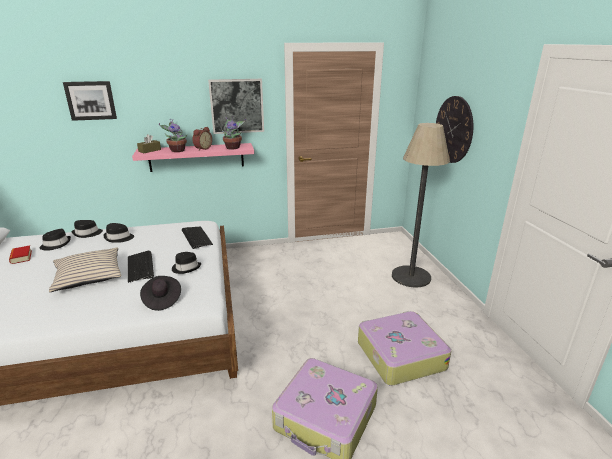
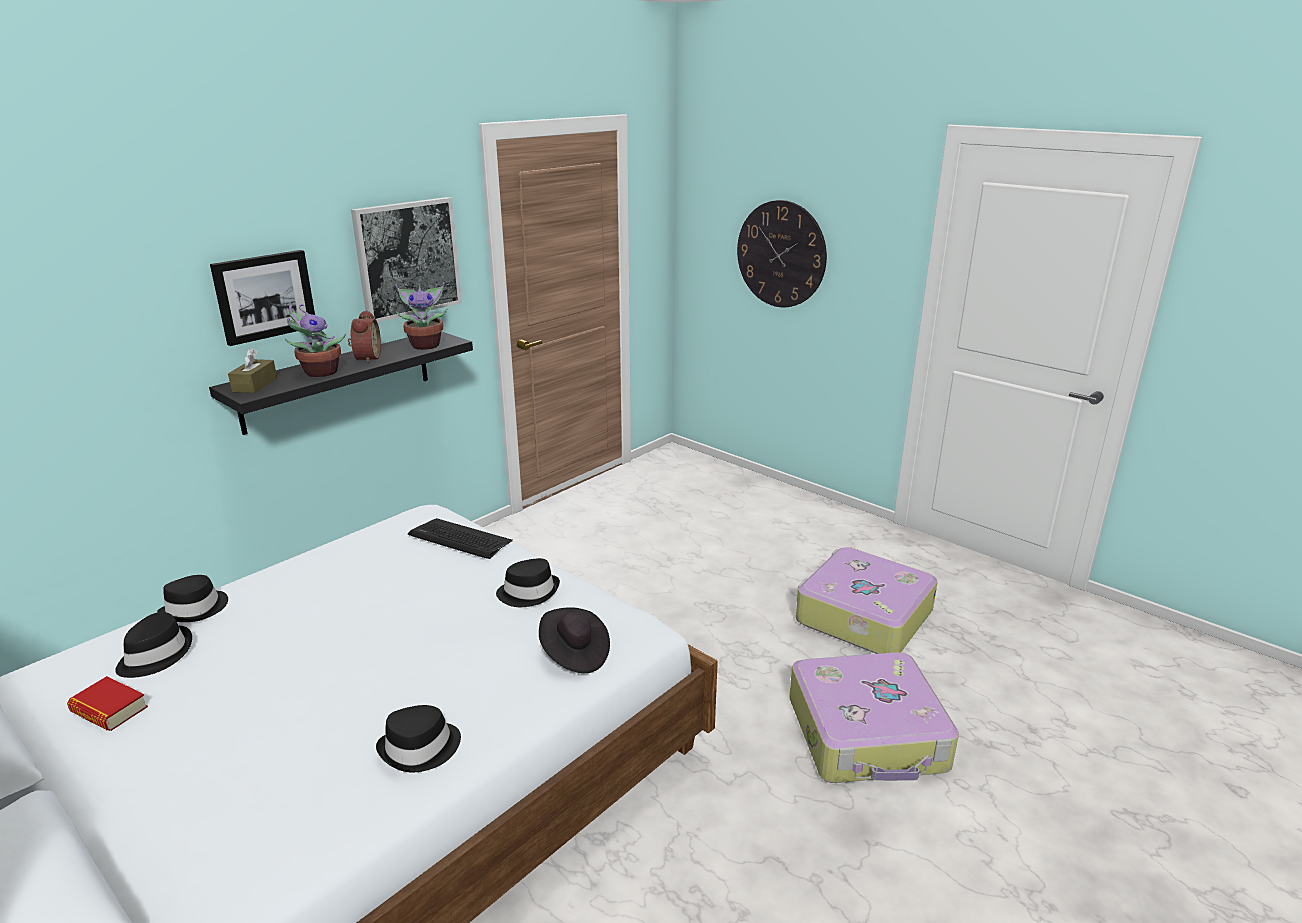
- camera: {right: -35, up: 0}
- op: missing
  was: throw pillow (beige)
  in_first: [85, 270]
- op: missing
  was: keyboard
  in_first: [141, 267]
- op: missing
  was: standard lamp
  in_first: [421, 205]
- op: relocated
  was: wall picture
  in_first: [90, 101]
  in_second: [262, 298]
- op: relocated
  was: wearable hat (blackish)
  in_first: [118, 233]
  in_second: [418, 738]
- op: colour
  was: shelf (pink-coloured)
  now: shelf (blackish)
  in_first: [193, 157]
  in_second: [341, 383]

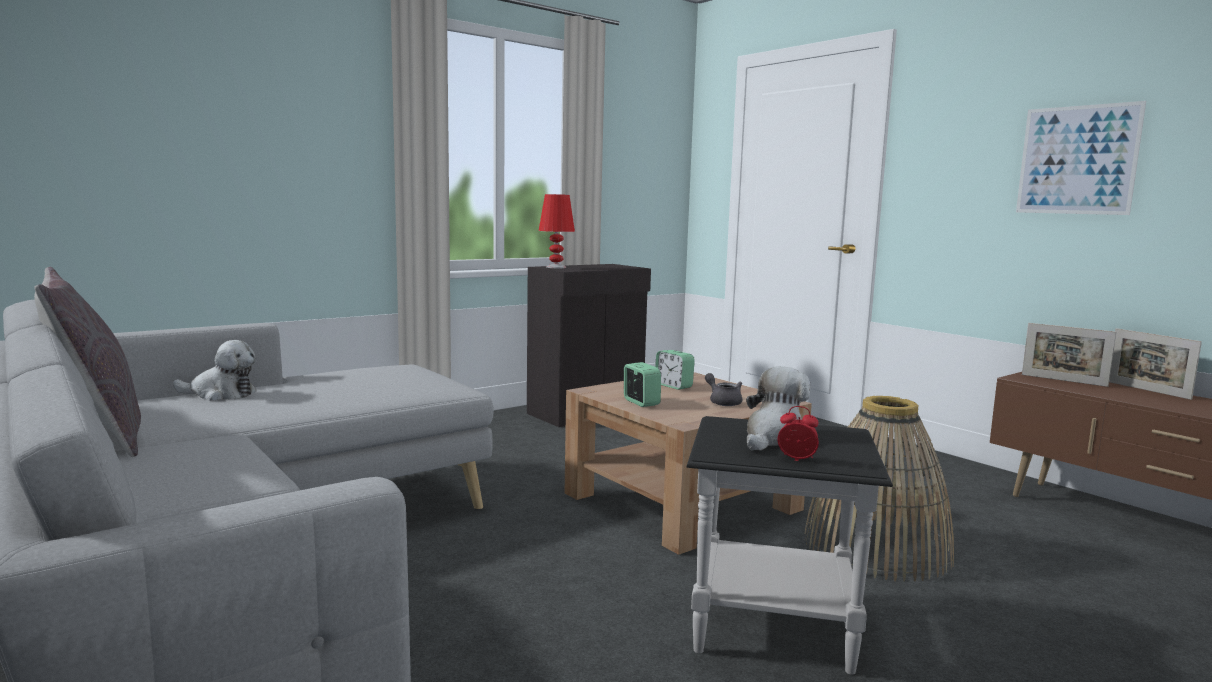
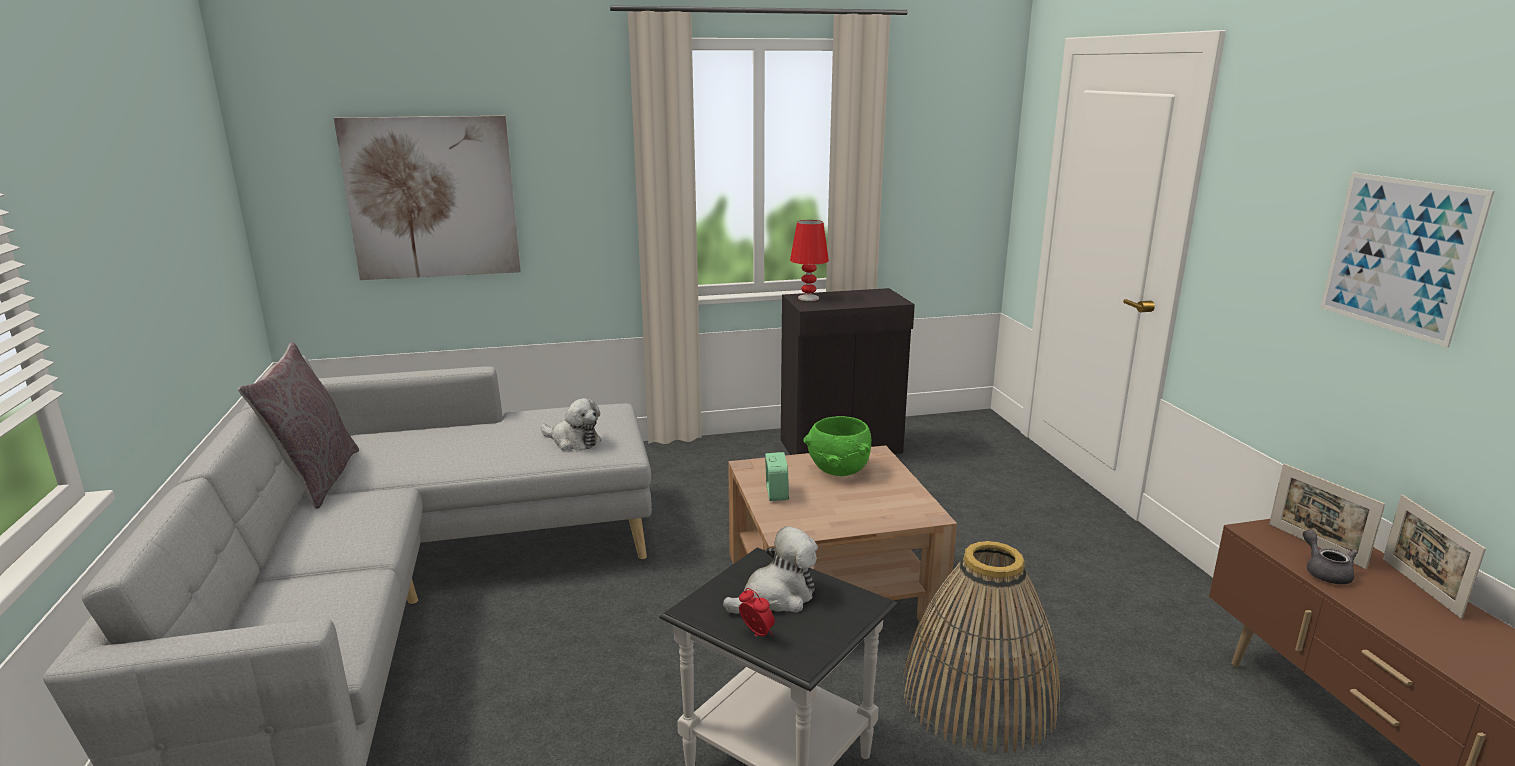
- camera: {right: 25, up: 10}
- op: appeared
  now: wall picture
  in_second: [427, 198]
- op: relocated
  was: cuddly toy
  in_first: [214, 370]
  in_second: [571, 424]
- op: relocated
  was: tea pot (grey)
  in_first: [723, 389]
  in_second: [1330, 557]
- op: exchanged
  was: alarm clock
  now: bowl (green-coloured)
  in_first: [675, 370]
  in_second: [837, 446]

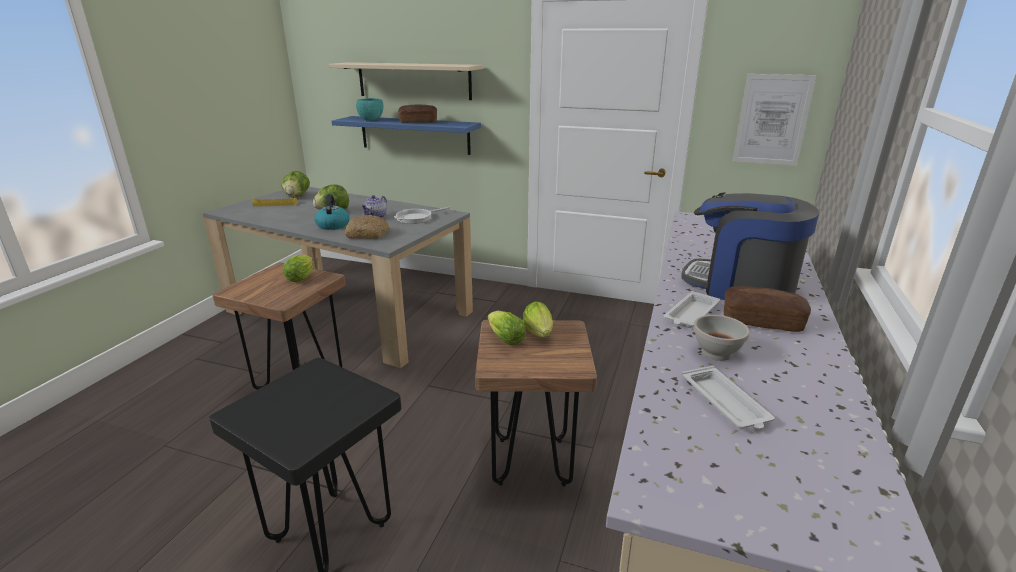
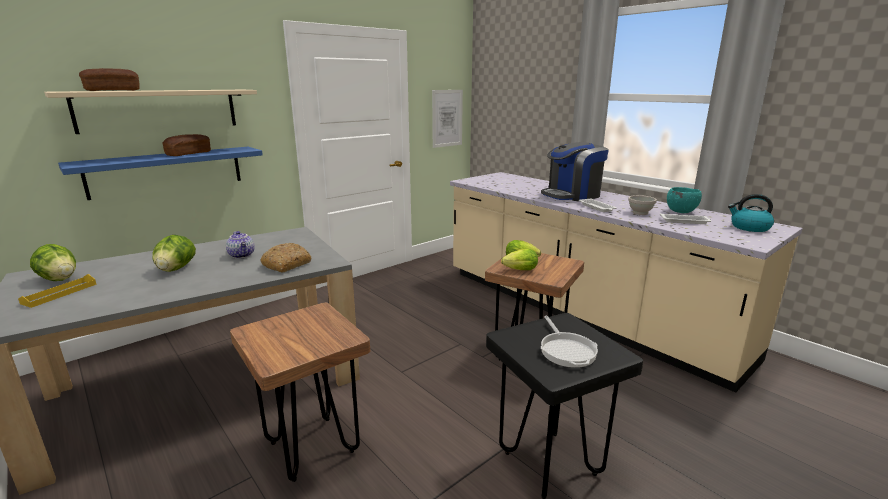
- camera: {right: -60, up: -5}
- op: missing
  was: head of lettuce
  in_first: [298, 268]
- op: relocated
  was: water kettle
  in_first: [332, 212]
  in_second: [751, 213]
- op: relocated
  was: bowl (turquoise-coloured)
  in_first: [369, 109]
  in_second: [684, 200]
- op: relocated
  was: skillet
  in_first: [422, 215]
  in_second: [569, 342]
- op: relocated
  was: bakery bread
  in_first: [767, 309]
  in_second: [109, 79]

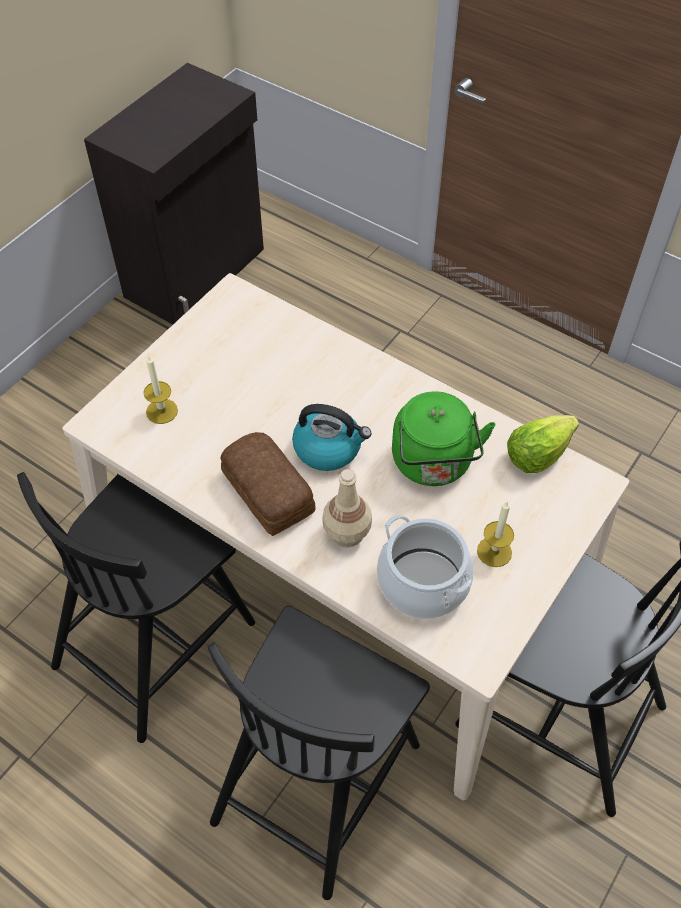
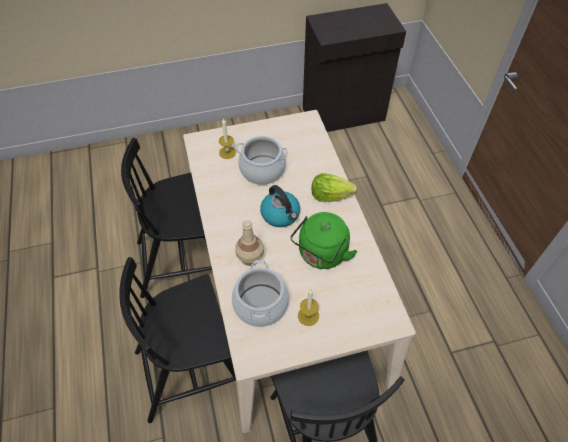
- camera: {right: 40, up: 0}
- op: missing
  was: bakery bread
  in_first: [268, 484]
- op: appeared
  now: stockpot
  in_second: [261, 160]
- op: relocated
  was: head of lettuce
  in_first: [543, 444]
  in_second: [334, 187]

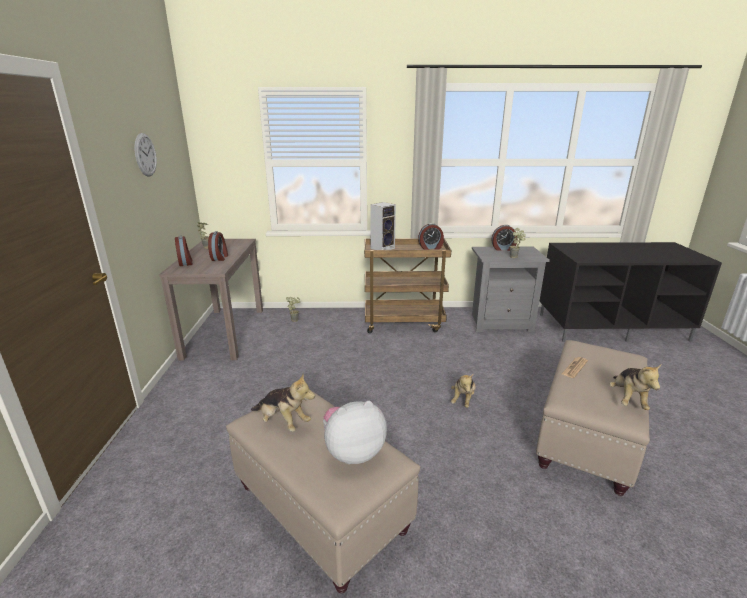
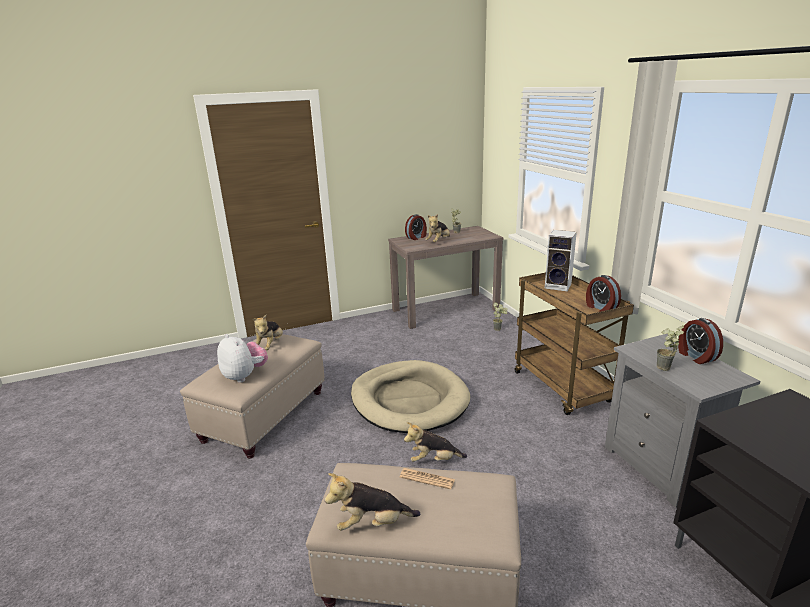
- camera: {right: 70, up: 0}
- op: missing
  was: hanging clock
  in_first: [146, 155]
- op: appeared
  now: dog cushion (beige)
  in_second: [410, 396]
- op: exchanged
  was: alarm clock
  now: cuddly toy
  in_first: [218, 246]
  in_second: [437, 228]

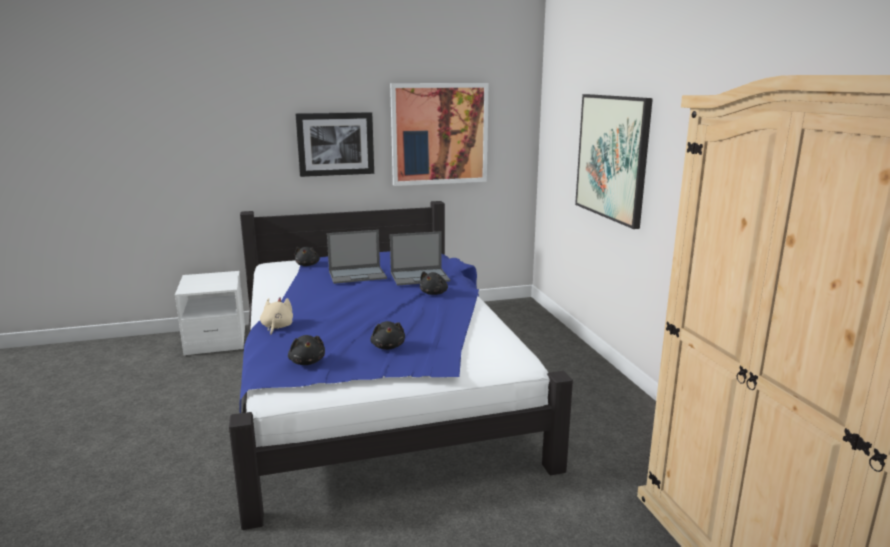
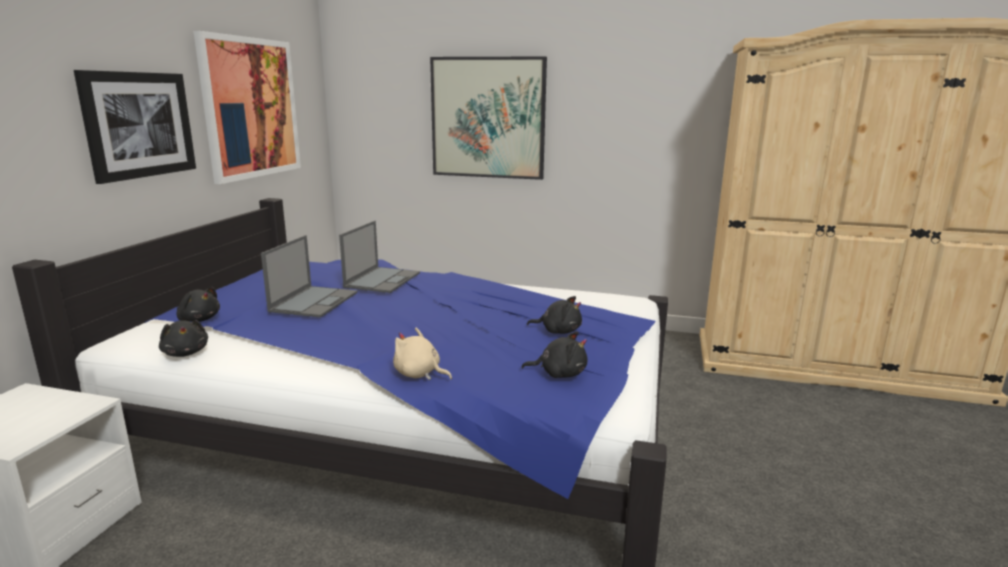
- camera: {right: -60, up: 0}
- op: relocated
  was: cuddly toy (blackish)
  in_first: [434, 283]
  in_second: [183, 338]

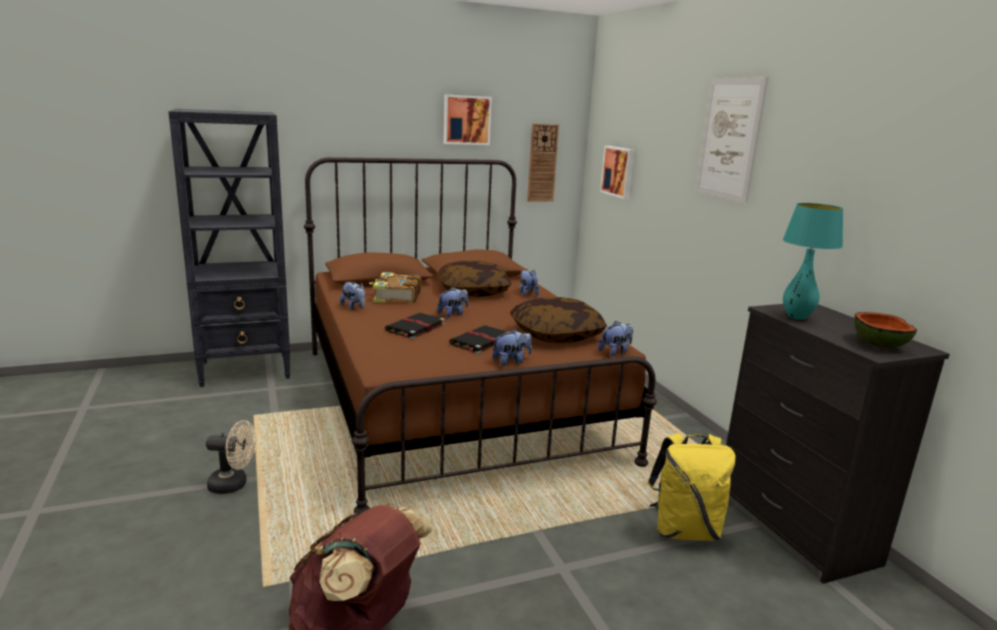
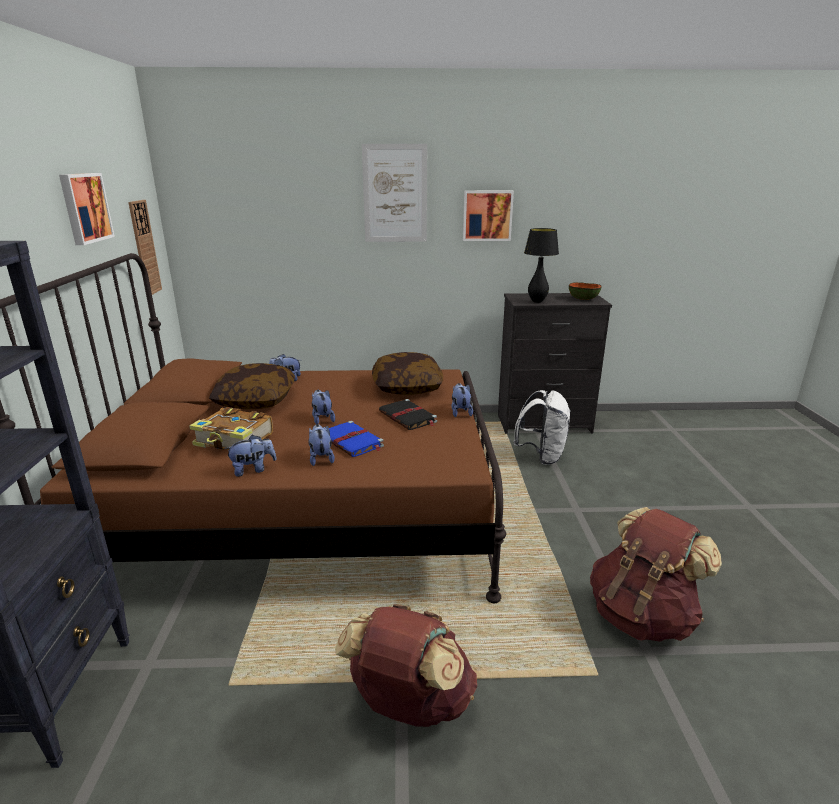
- camera: {right: -70, up: 5}
- op: relocated
  was: cuddly toy
  in_first: [615, 338]
  in_second: [322, 445]
- op: relocated
  was: wall picture
  in_first: [617, 172]
  in_second: [488, 216]
- op: exchanged
  was: fan (beige)
  now: knapsack (brown-coloured)
  in_first: [231, 457]
  in_second: [406, 665]
- op: colour
  was: book (blackish)
  now: book (blue-coloured)
  in_first: [415, 326]
  in_second: [356, 439]
- op: colour
  was: knapsack (yellow)
  now: knapsack (white-coloured)
  in_first: [691, 487]
  in_second: [542, 427]
- op: colour
  was: table lamp (turquoise-coloured)
  now: table lamp (blackish)
  in_first: [813, 261]
  in_second: [541, 265]

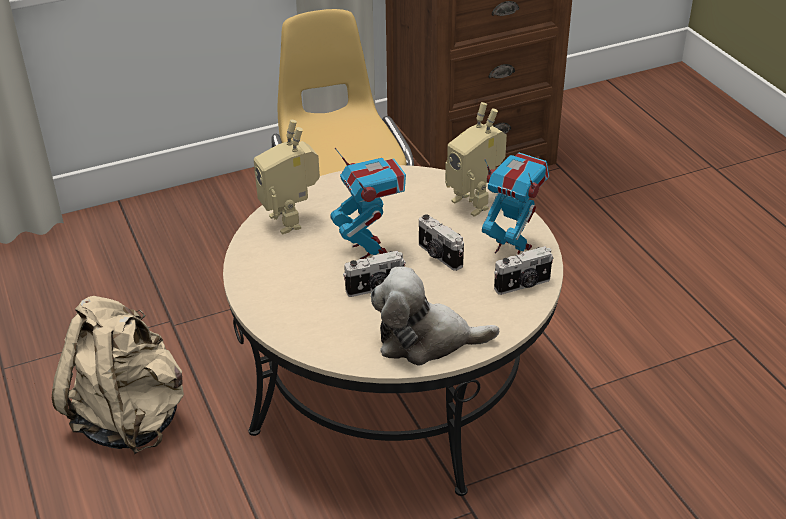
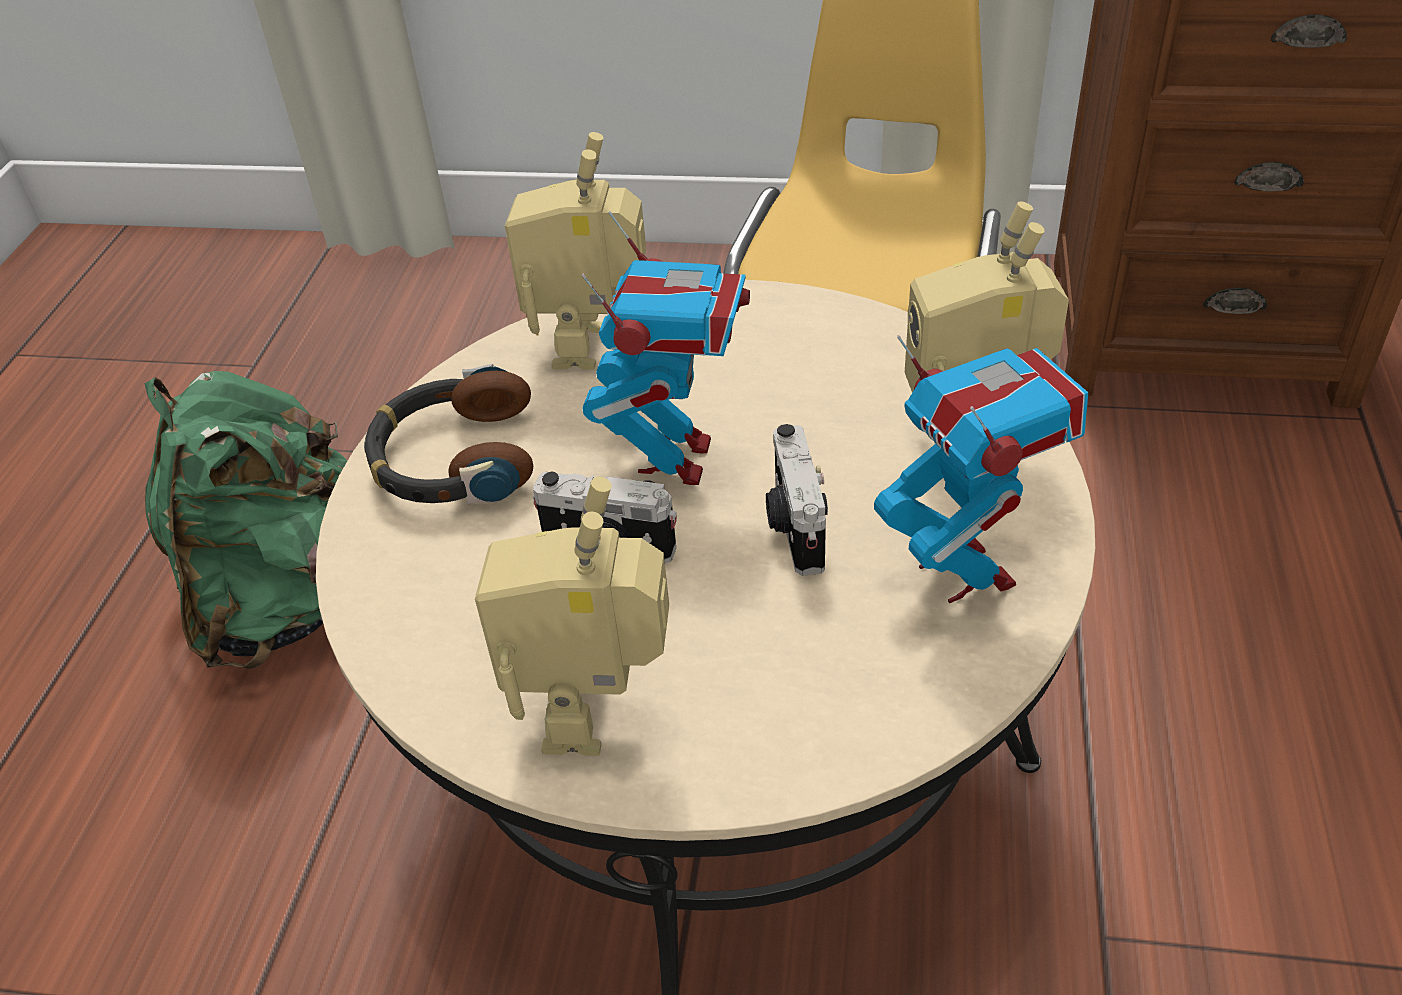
- camera: {right: 35, up: 5}
- op: missing
  was: photo camera
  in_first: [523, 270]
- op: appeared
  now: pair of headphones
  in_second: [448, 434]
- op: exchanged
  was: cuddly toy
  now: model robot
  in_first: [434, 316]
  in_second: [572, 616]
- op: colour
  was: knapsack (beige)
  now: knapsack (green-coloured)
  in_first: [118, 375]
  in_second: [246, 520]

